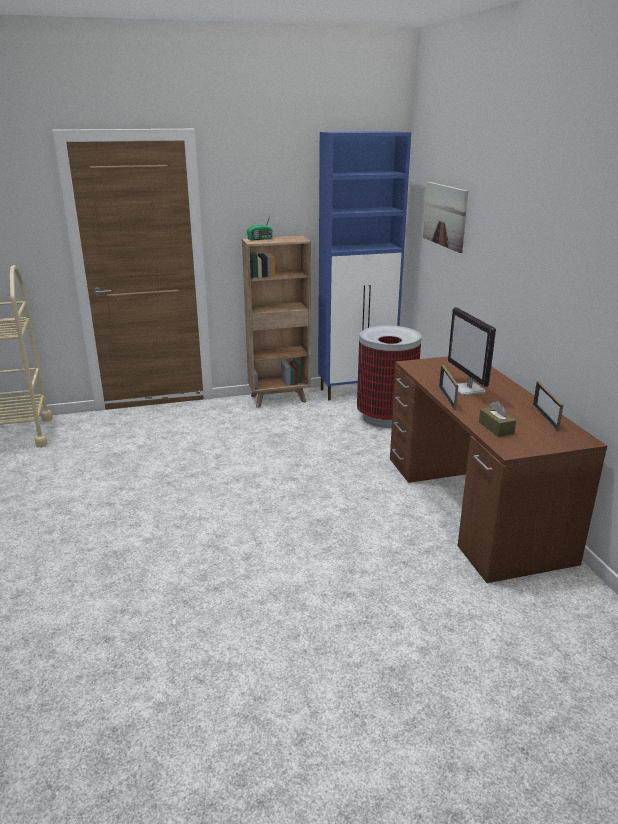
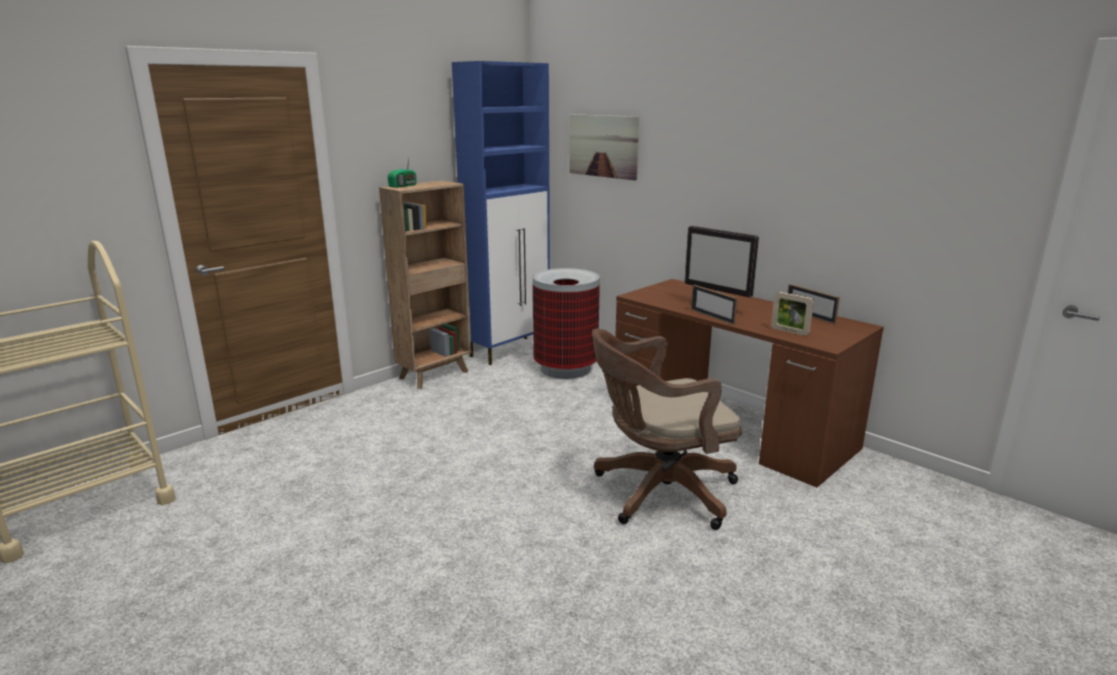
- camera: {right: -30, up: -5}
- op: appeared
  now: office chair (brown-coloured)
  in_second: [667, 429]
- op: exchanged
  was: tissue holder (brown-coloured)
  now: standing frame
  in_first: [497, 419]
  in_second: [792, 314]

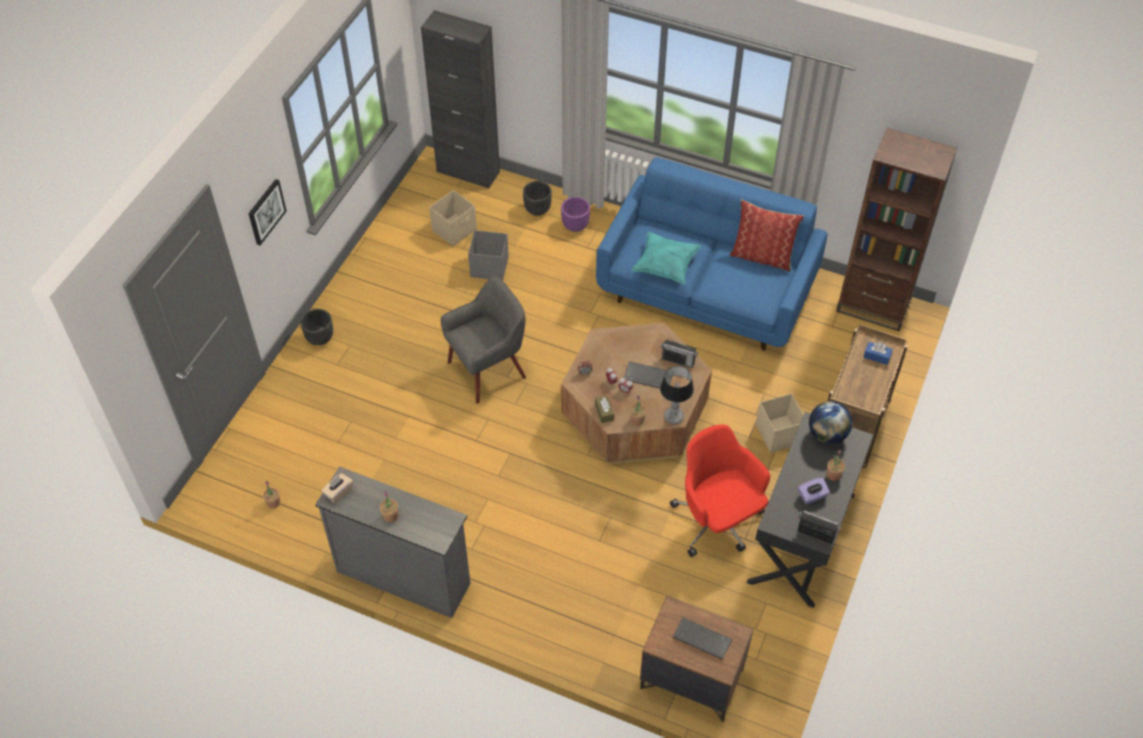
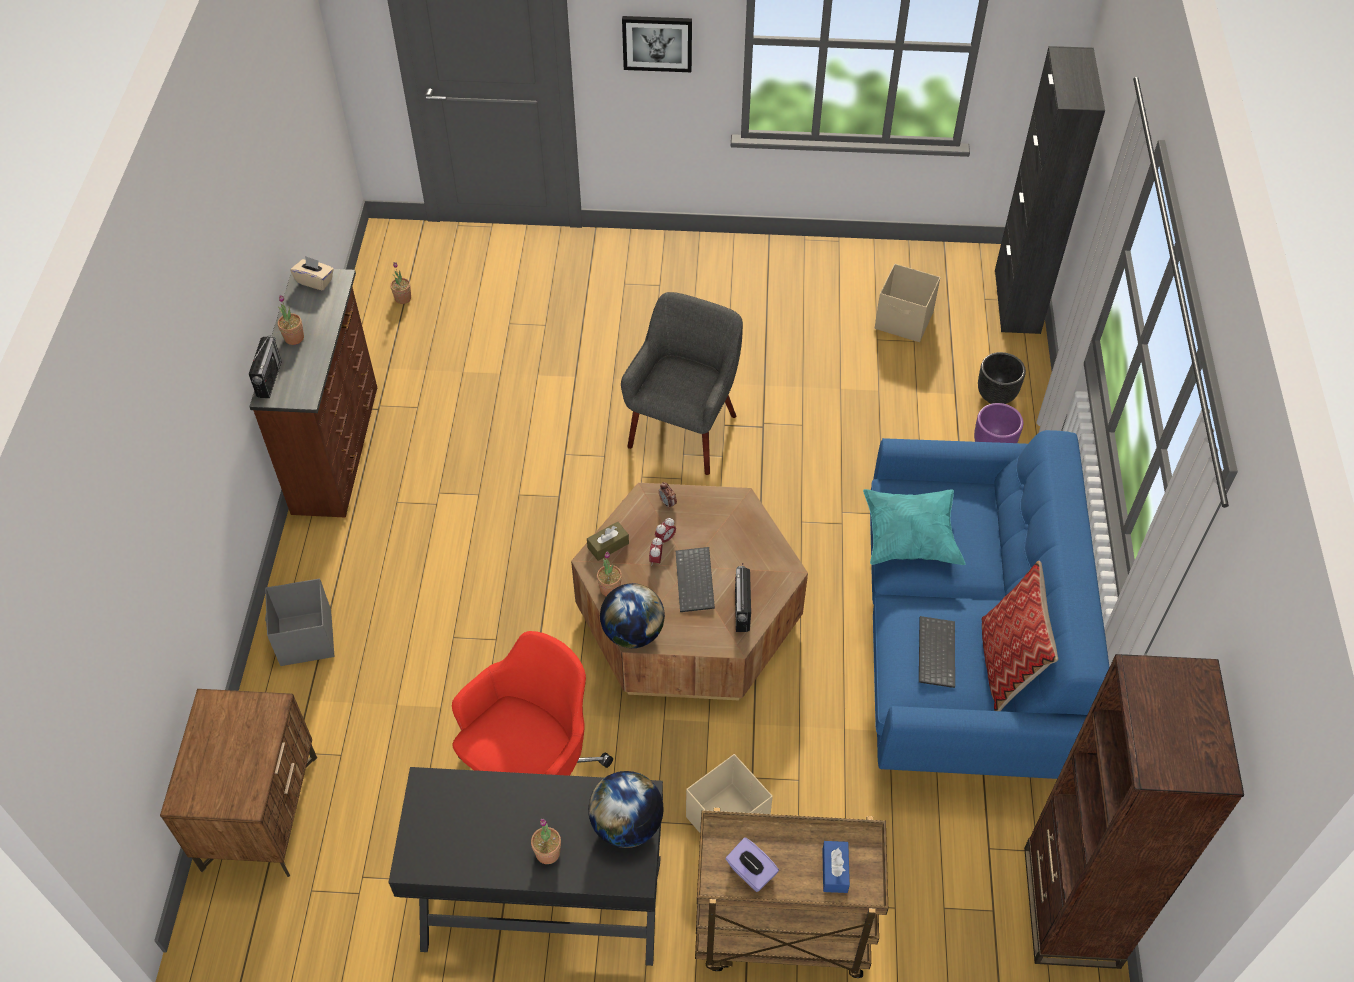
- camera: {right: 70, up: 0}
- op: missing
  was: flower pot (blackish)
  in_first: [316, 327]
- op: relocated
  was: storage bin (grey)
  in_first: [488, 255]
  in_second: [299, 622]
- op: relocated
  was: keyboard
  in_first: [702, 639]
  in_second: [937, 652]
- op: relocated
  was: tissue holder (purple-coloured)
  in_first: [814, 490]
  in_second: [752, 864]
- op: relocated
  was: radio set
  in_first: [819, 527]
  in_second: [265, 366]
- op: exchanged
  was: table lamp
  now: world globe
  in_first: [677, 395]
  in_second: [632, 615]
- op: colour
  was: chest of drawers (grey)
  now: chest of drawers (brown-coloured)
  in_first: [393, 542]
  in_second: [313, 393]
- op: spun
  was: easy chair (grey)
  in_first: [483, 340]
  in_second: [682, 383]
  clockwise: -105

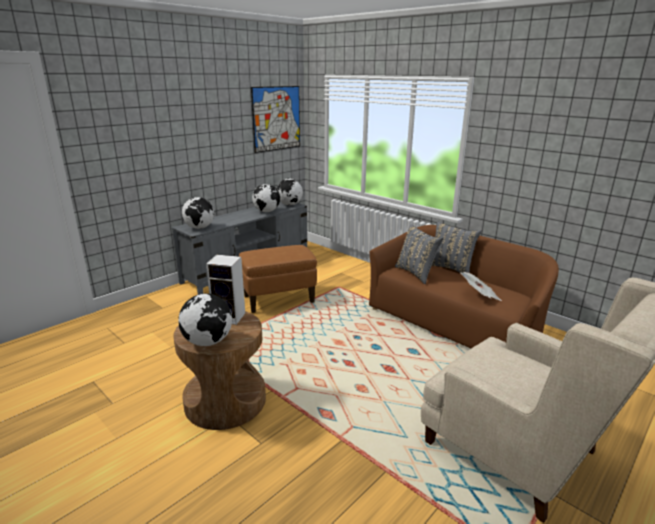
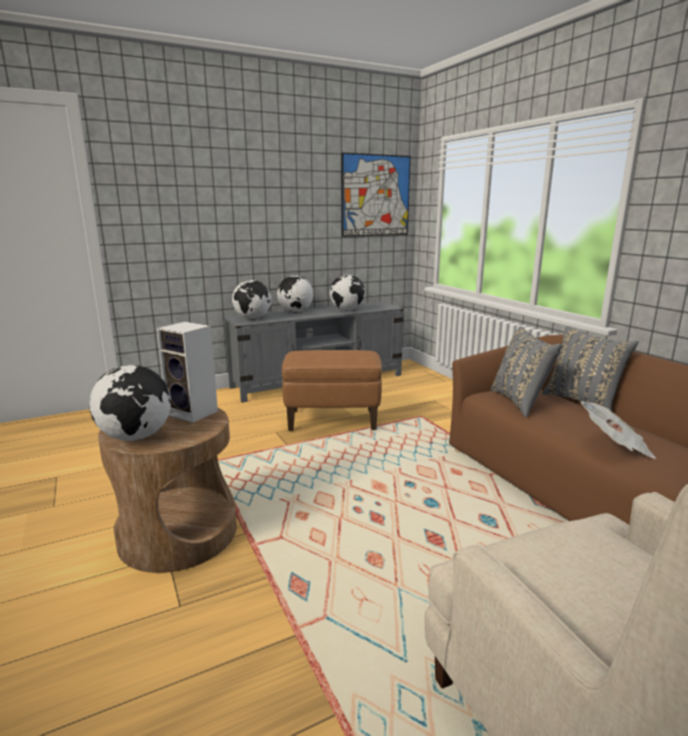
- camera: {right: 20, up: -5}
- op: relocated
  was: world globe
  in_first: [290, 192]
  in_second: [295, 293]

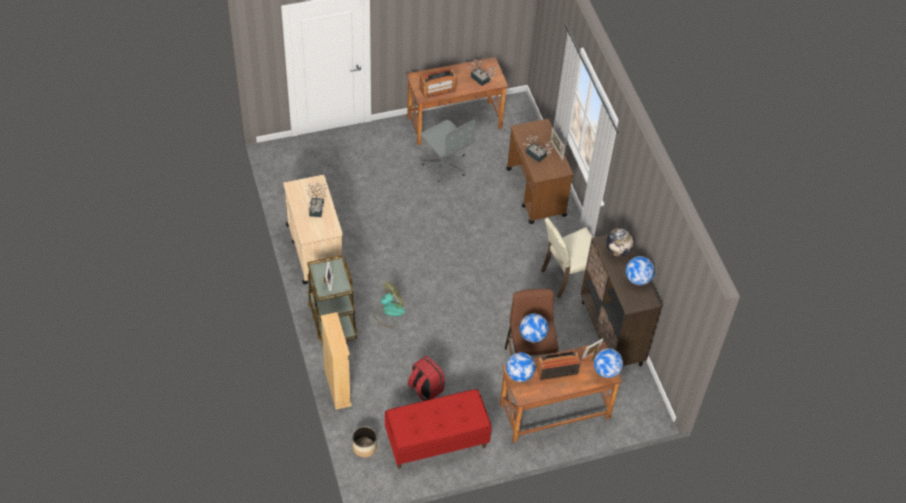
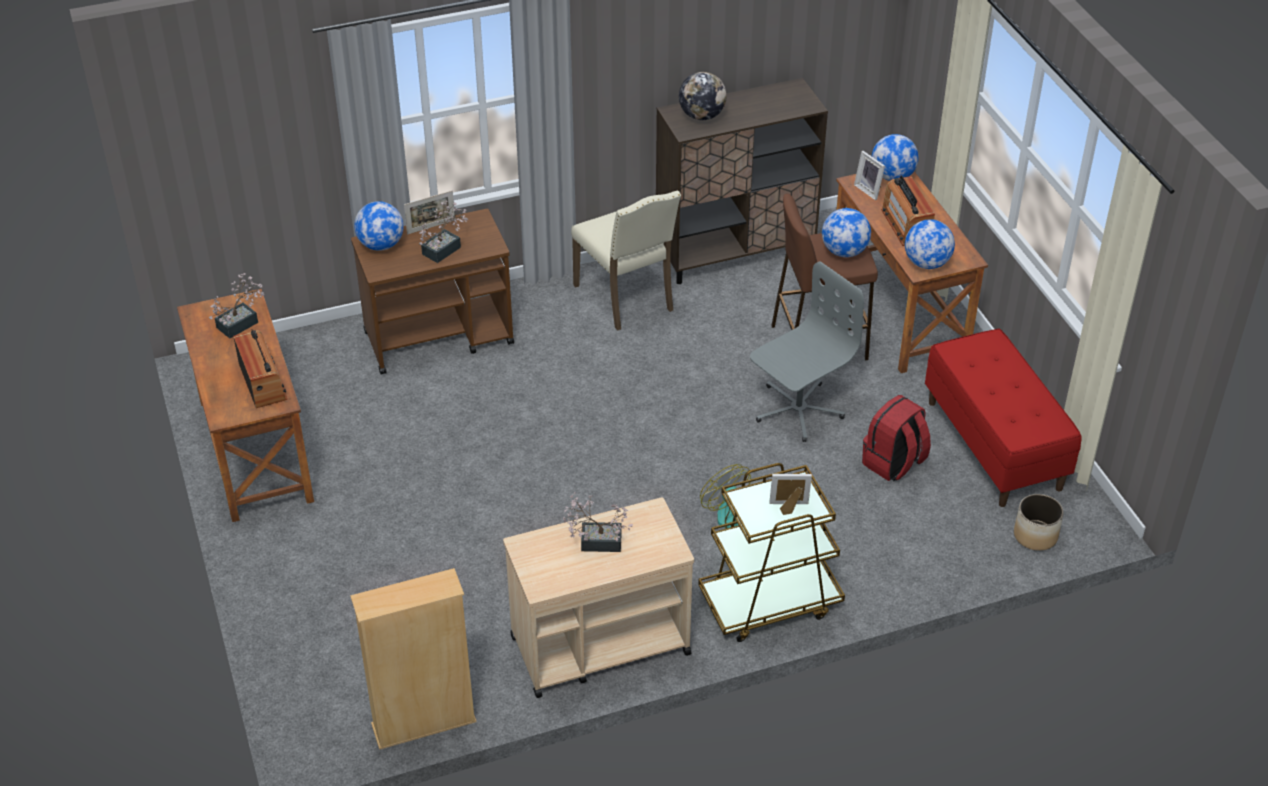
- camera: {right: -90, up: -10}
- op: relocated
  was: shelving unit (beige)
  in_first: [336, 361]
  in_second: [413, 659]
- op: relocated
  was: office chair (grey)
  in_first: [448, 150]
  in_second: [807, 351]
- op: relocated
  was: world globe
  in_first: [640, 270]
  in_second: [379, 226]

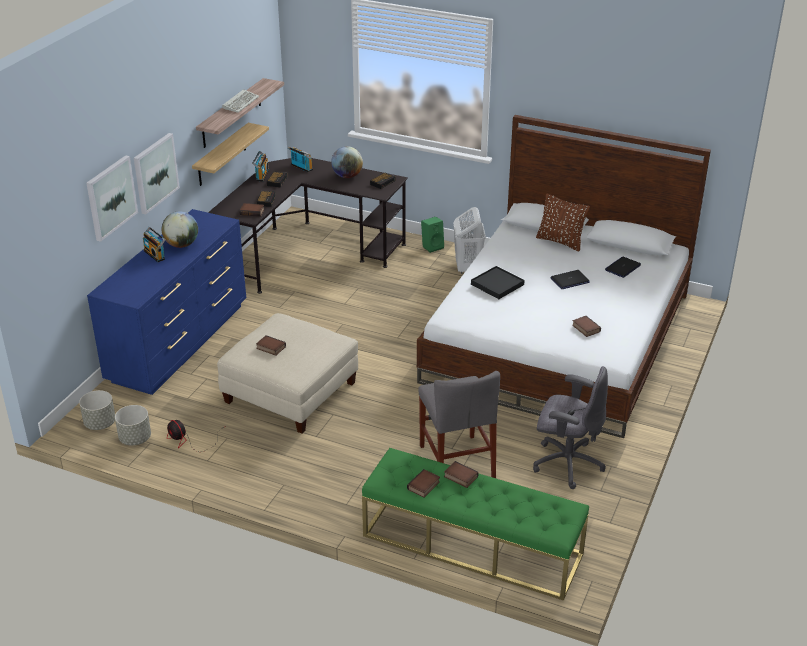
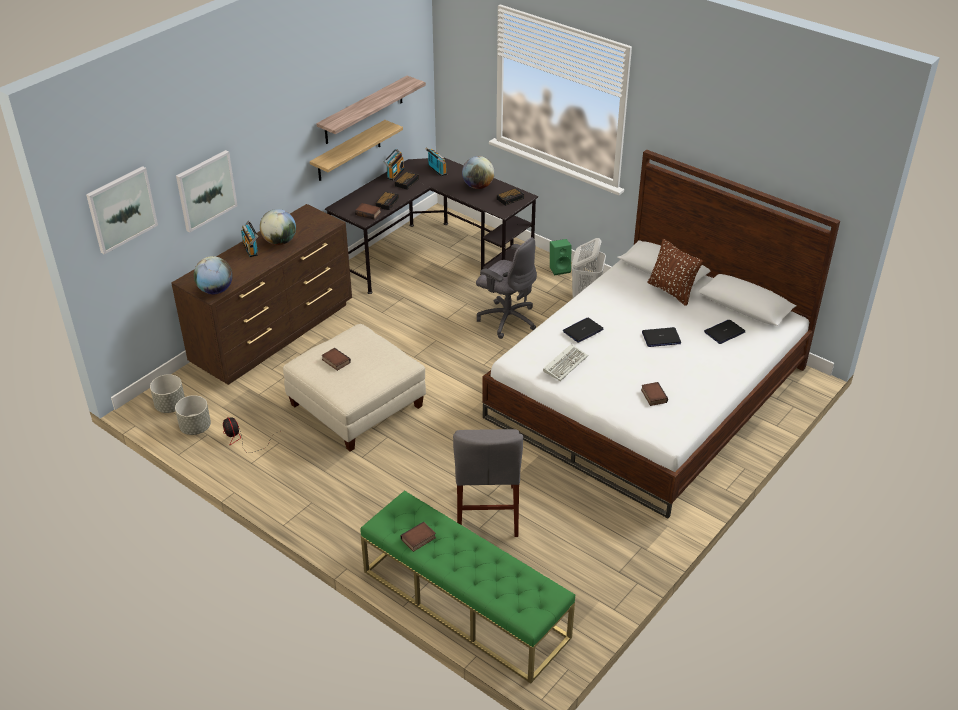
- camera: {right: 15, up: 5}
- op: missing
  was: book
  in_first: [461, 474]
- op: appeared
  now: world globe
  in_second: [213, 275]
- op: relocated
  was: wall picture
  in_first: [157, 173]
  in_second: [122, 210]
- op: relocated
  was: keyboard
  in_first: [240, 101]
  in_second: [565, 362]
- op: relocated
  was: office chair (grey)
  in_first: [570, 427]
  in_second: [506, 288]
- op: exchanged
  was: tray (blackish)
  now: portable computer
  in_first: [498, 282]
  in_second: [583, 330]
- op: colour
  was: chest of drawers (blue-coloured)
  now: chest of drawers (brown-coloured)
  in_first: [166, 302]
  in_second: [261, 294]

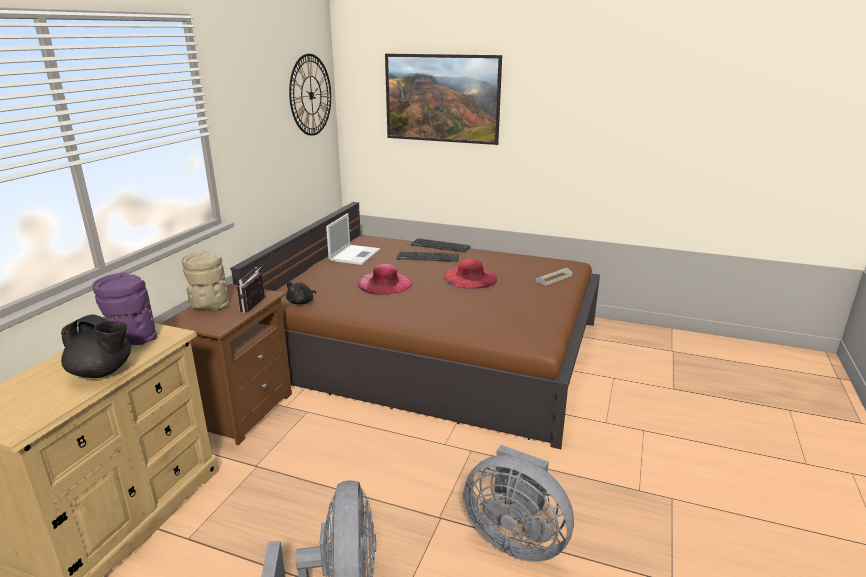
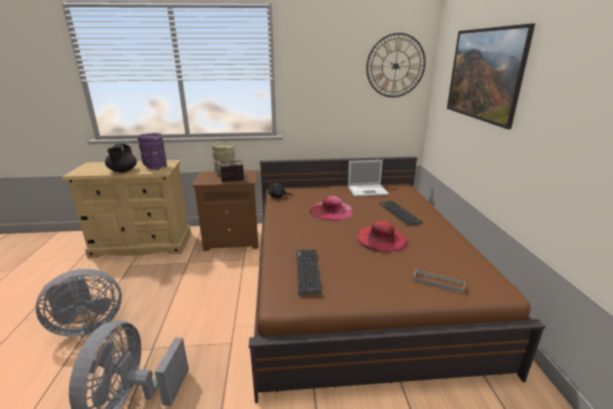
- camera: {right: 65, up: 0}
- op: relocated
  was: keyboard
  in_first: [441, 245]
  in_second: [309, 272]

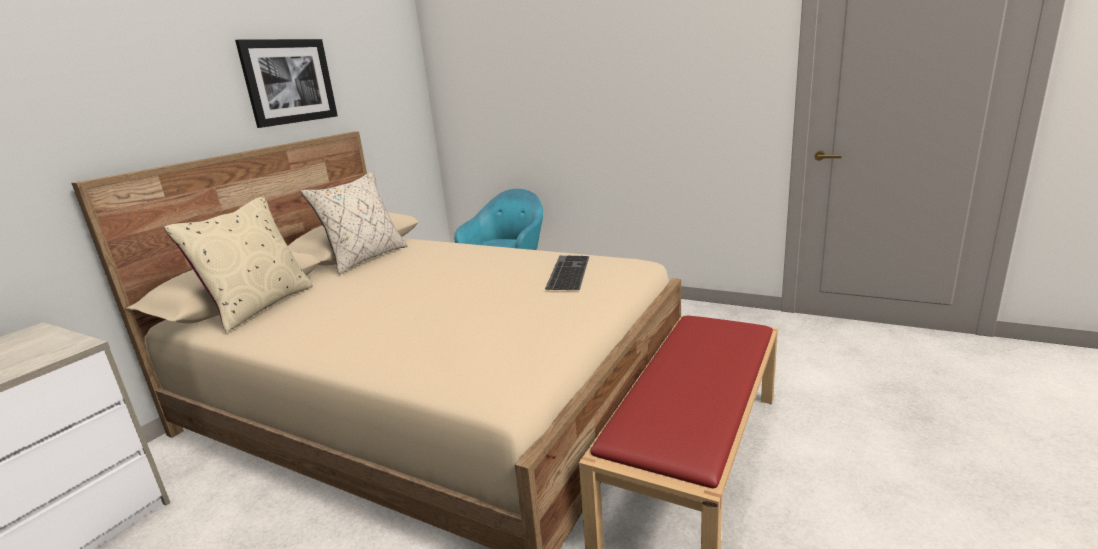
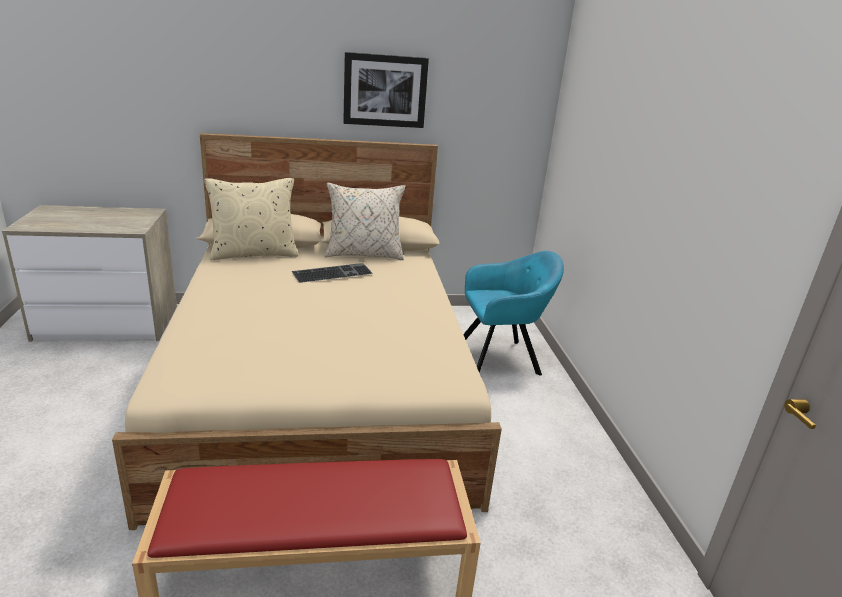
- camera: {right: 50, up: 5}
- op: relocated
  was: keyboard
  in_first: [567, 273]
  in_second: [332, 273]

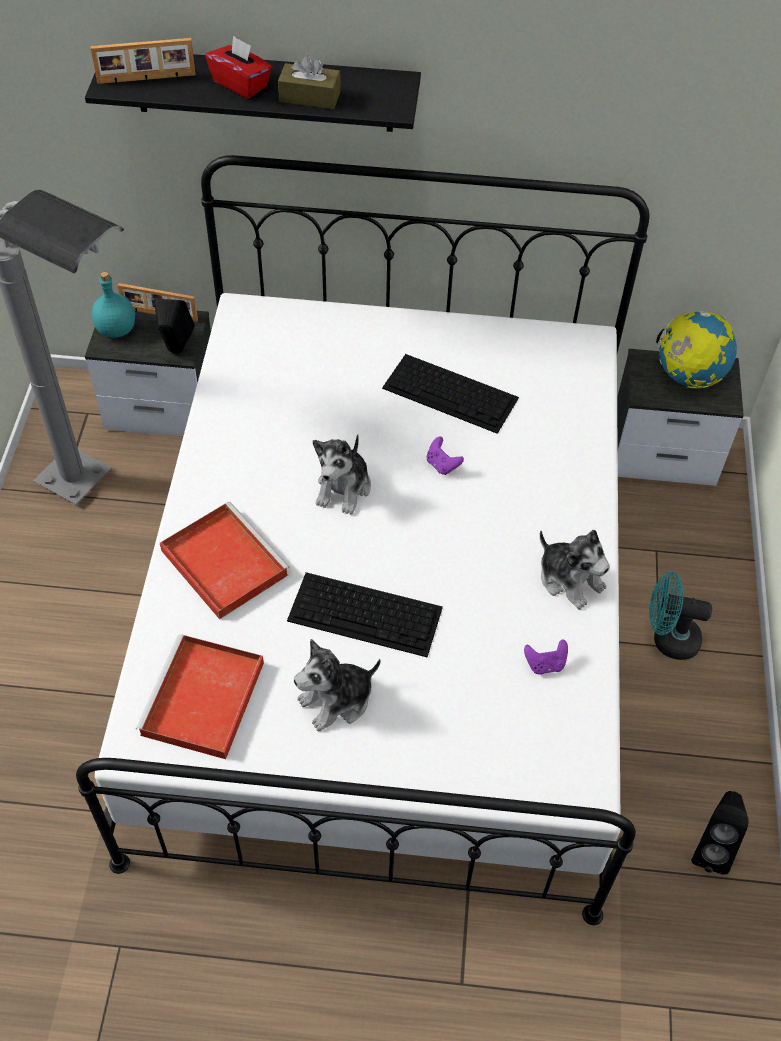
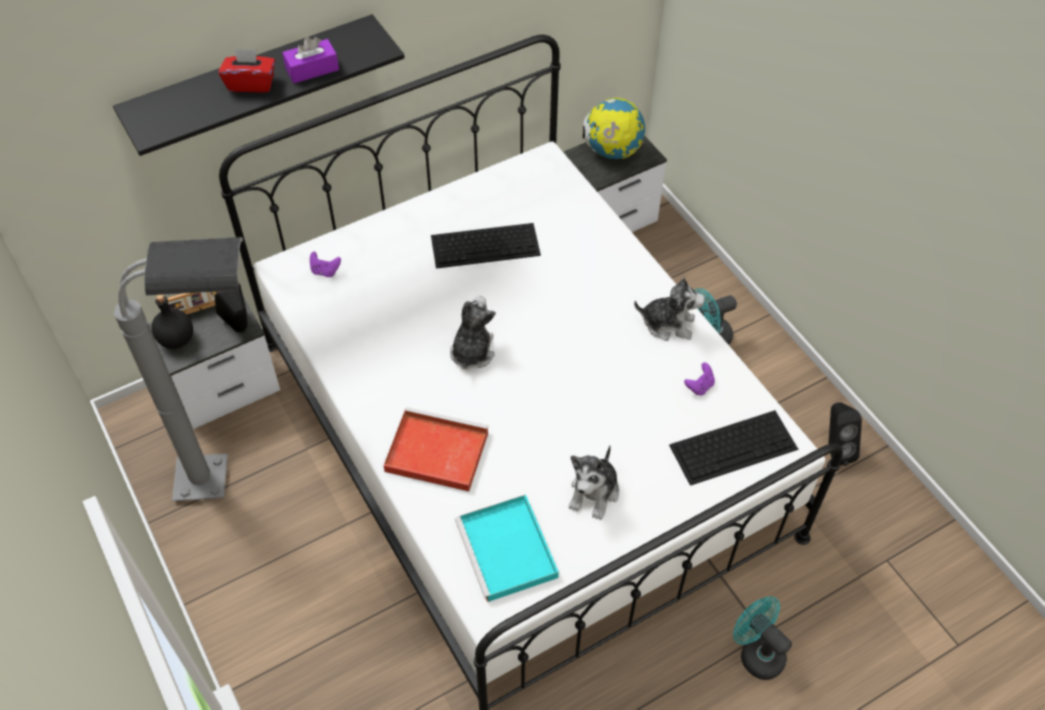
- camera: {right: -35, up: 0}
- op: missing
  was: standing frame
  in_first: [143, 61]
- op: appeared
  now: fan (turquoise-coloured)
  in_second: [762, 638]
- op: relocated
  was: keyboard
  in_first: [365, 614]
  in_second: [733, 448]
- op: relocated
  was: joypad (purple-coloured)
  in_first: [445, 456]
  in_second: [325, 264]
- op: colour
  was: beverage bottle (turquoise-coloured)
  now: beverage bottle (blackish)
  in_first: [113, 305]
  in_second: [172, 322]
- op: colour
  was: tray (red)
  now: tray (turquoise-coloured)
  in_first: [200, 696]
  in_second: [507, 548]
- op: colour
  was: tissue holder (brown-coloured)
  now: tissue holder (purple-coloured)
  in_first: [309, 82]
  in_second: [310, 60]
- op: spun
  was: cuddly toy
  in_first: [342, 474]
  in_second: [473, 333]
  clockwise: -150

